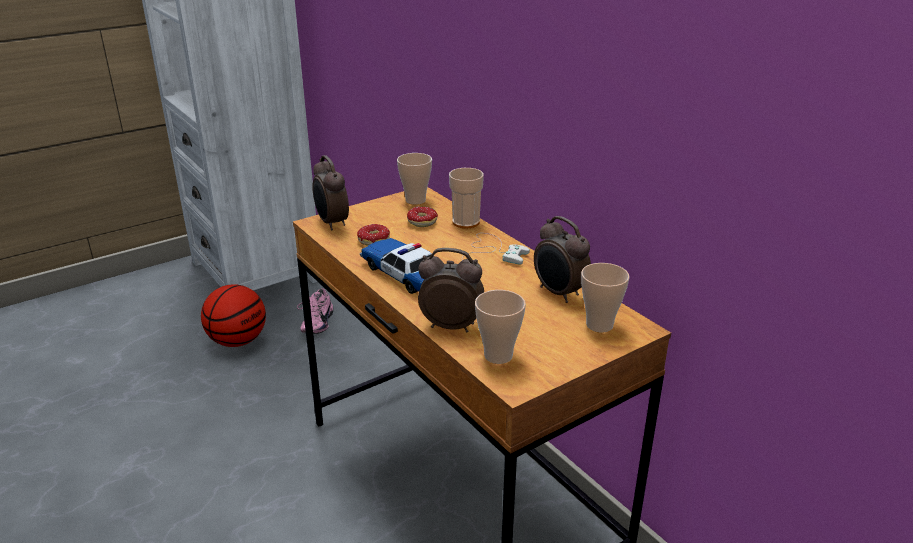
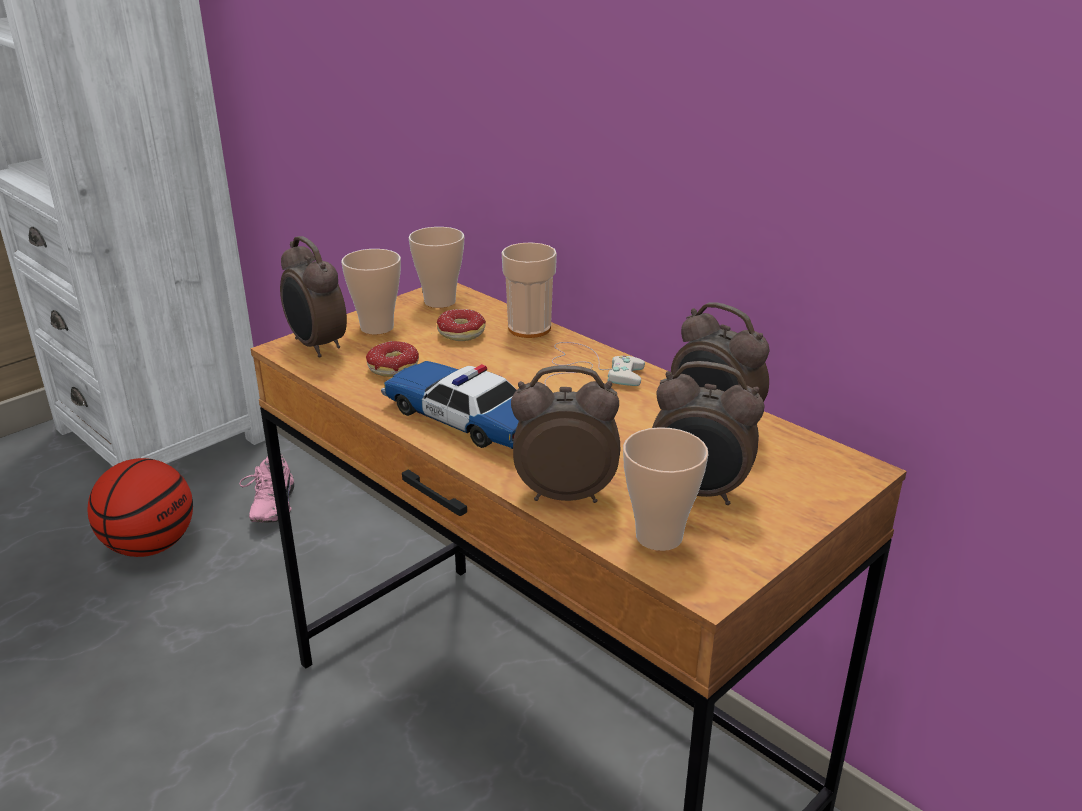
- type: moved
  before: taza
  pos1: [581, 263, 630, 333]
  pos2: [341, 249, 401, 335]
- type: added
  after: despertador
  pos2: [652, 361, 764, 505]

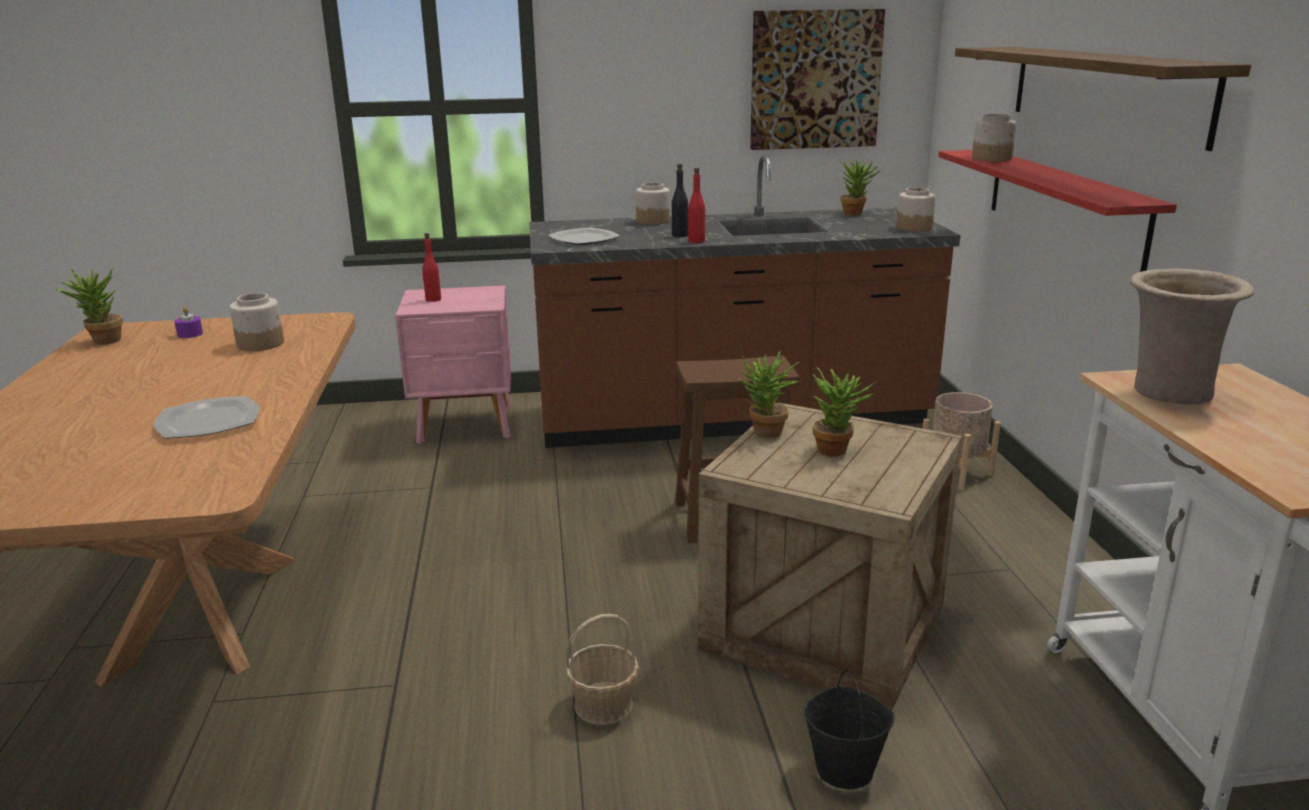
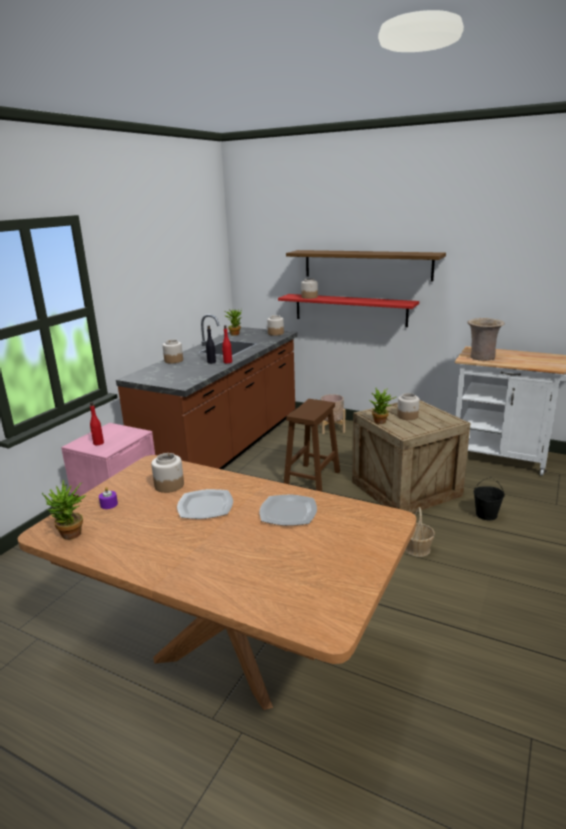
- type: moved
  before: plato
  pos1: [548, 227, 620, 245]
  pos2: [177, 489, 233, 519]
- type: replaced
  before: planta en maceta
  after: tarro
  pos1: [812, 367, 877, 457]
  pos2: [397, 393, 419, 420]
- type: removed
  before: cuadro
  pos1: [750, 9, 885, 150]

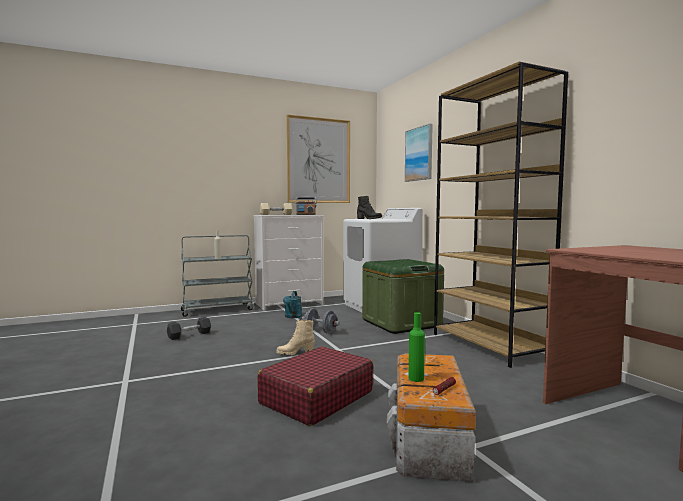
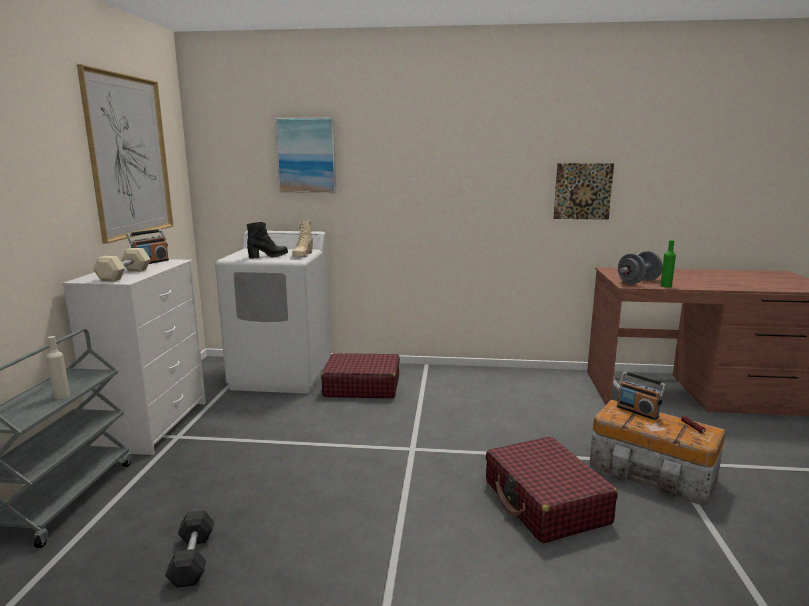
- type: moved
  before: bota [beis]
  pos1: [276, 320, 315, 355]
  pos2: [292, 220, 313, 257]
- type: replaced
  before: caja de almacenaje [verde]
  after: maleta [rojo]
  pos1: [362, 259, 444, 334]
  pos2: [321, 353, 400, 398]
- type: added
  after: cuadro
  pos2: [553, 163, 614, 220]
- type: added
  after: radio
  pos2: [617, 371, 666, 420]
- type: moved
  before: mancuerna [gris]
  pos1: [302, 308, 340, 334]
  pos2: [618, 251, 663, 284]
- type: moved
  before: botella [verde]
  pos1: [408, 312, 425, 382]
  pos2: [660, 240, 676, 288]
- type: removed
  before: regadera [turquesa]
  pos1: [283, 291, 302, 318]
- type: removed
  before: estantería [marrón]
  pos1: [434, 61, 568, 368]

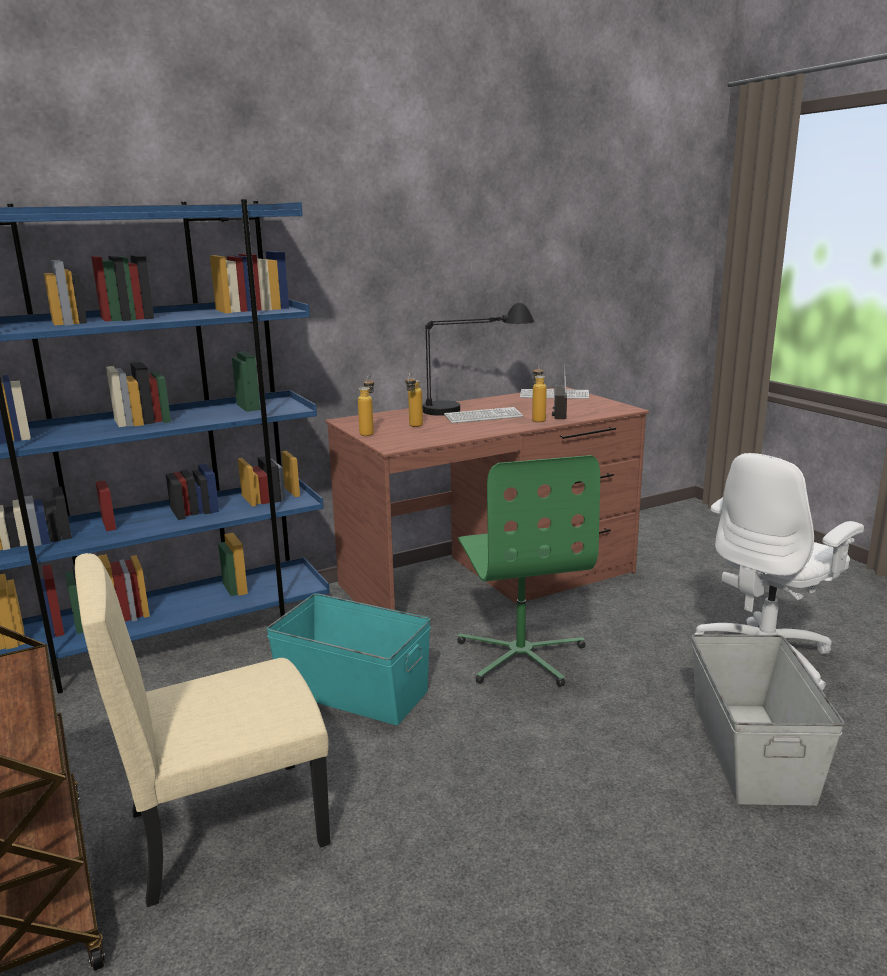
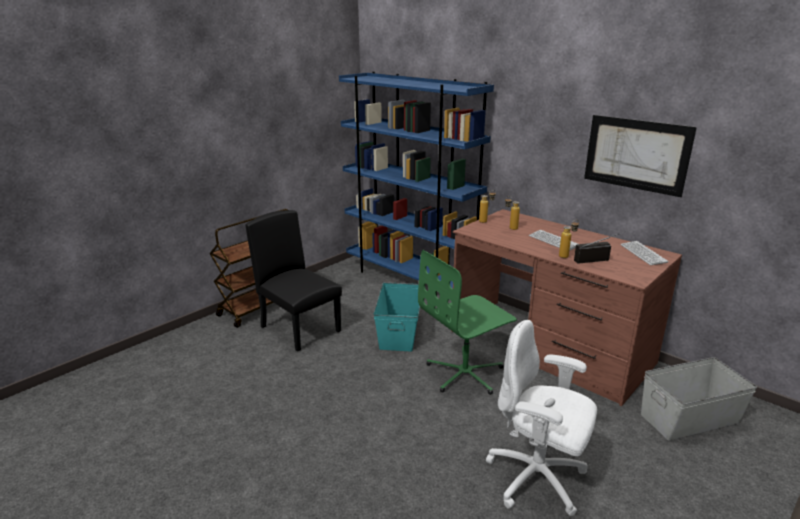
- type: recoloured
  before: silla [beis]
  after: silla [negro]
  pos1: [75, 553, 330, 907]
  pos2: [246, 210, 342, 352]
- type: added
  after: cuadro
  pos2: [584, 115, 697, 197]
- type: moved
  before: caja de almacenaje [gris]
  pos1: [691, 634, 845, 806]
  pos2: [641, 357, 757, 441]
- type: removed
  before: lámpara de mesa [negro]
  pos1: [423, 302, 534, 416]

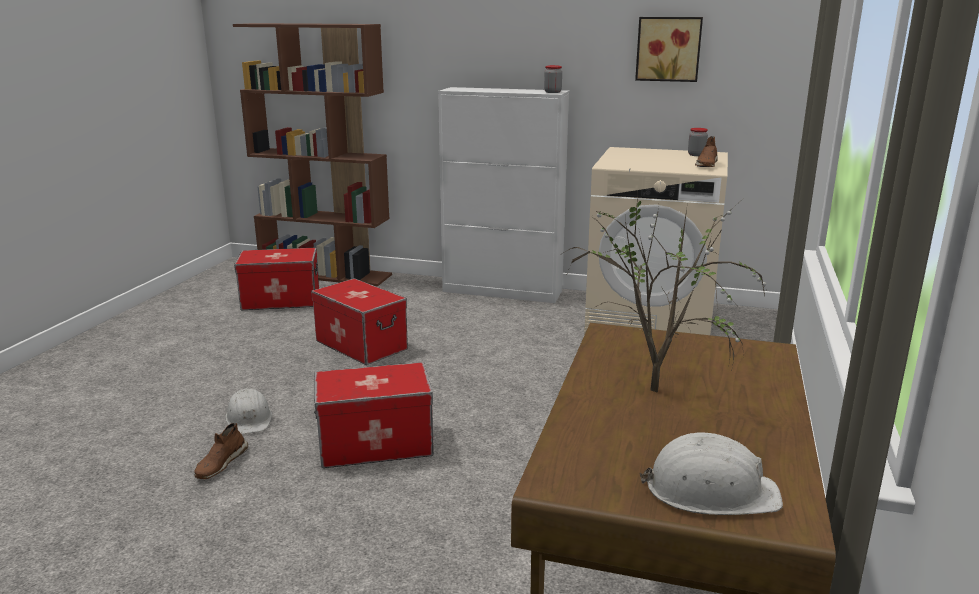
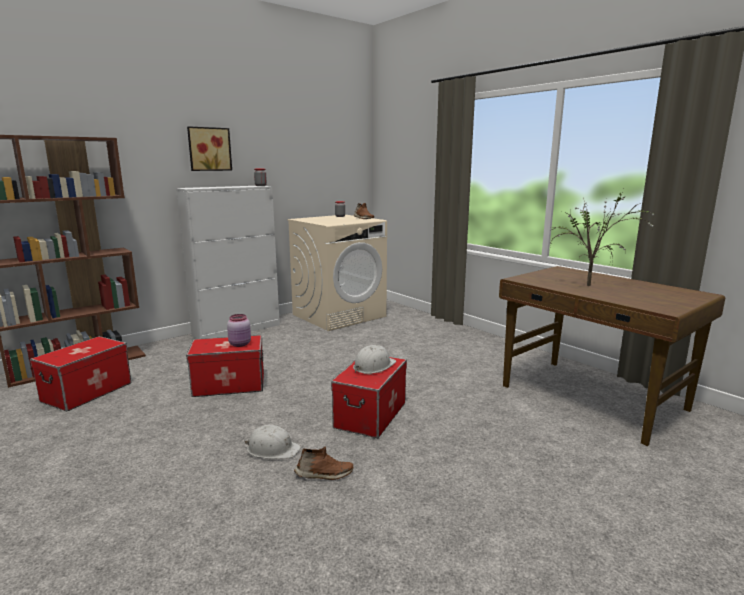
- type: moved
  before: cuadro
  pos1: [635, 17, 703, 82]
  pos2: [187, 126, 232, 171]
- type: added
  after: tarro [rosa]
  pos2: [227, 314, 251, 347]
- type: turned
  before: zapato [marrón]
  pos1: [194, 423, 248, 479]
  pos2: [294, 446, 353, 480]
  turn: -60
- type: moved
  before: casco [blanco]
  pos1: [640, 432, 783, 515]
  pos2: [353, 345, 396, 374]

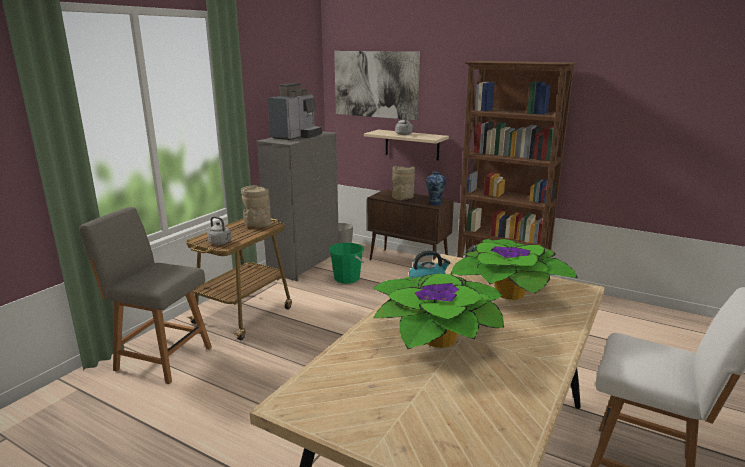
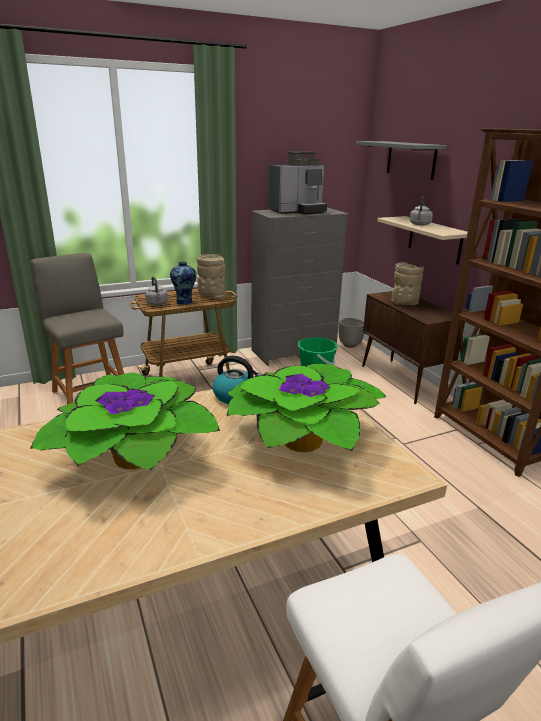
- type: moved
  before: florero
  pos1: [425, 171, 446, 205]
  pos2: [170, 261, 197, 305]
- type: replaced
  before: cuadro
  after: estante [gris]
  pos1: [334, 51, 420, 120]
  pos2: [356, 141, 447, 180]

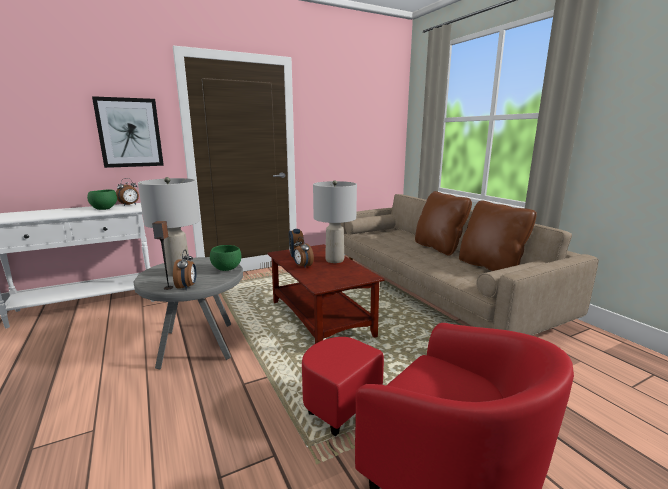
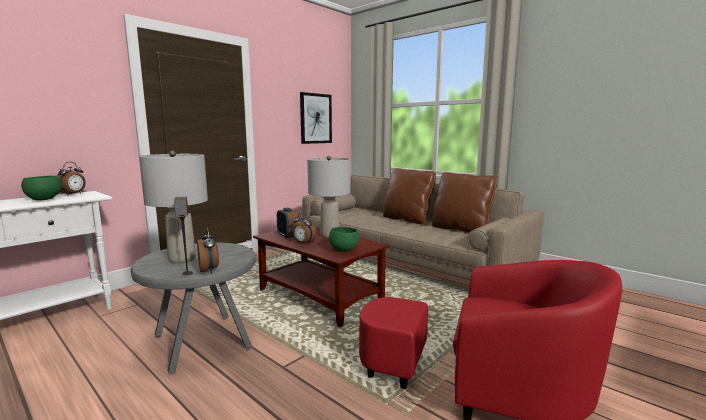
- type: moved
  before: cuadro
  pos1: [92, 96, 164, 168]
  pos2: [300, 92, 332, 144]
- type: moved
  before: cuenco [verde]
  pos1: [210, 245, 241, 271]
  pos2: [329, 227, 359, 252]

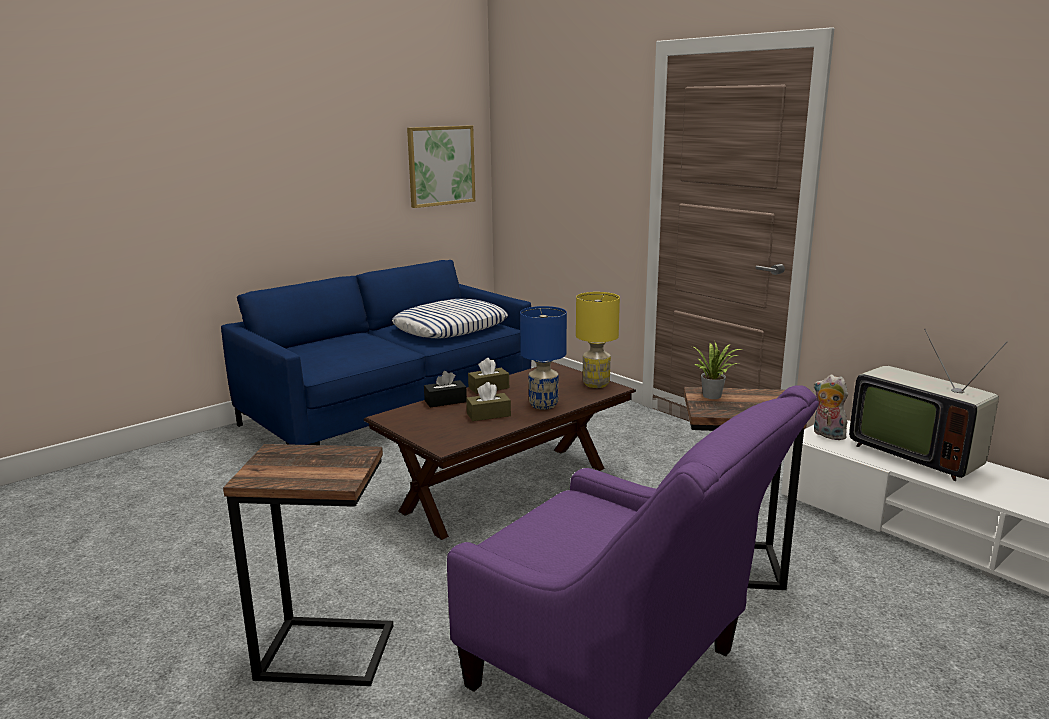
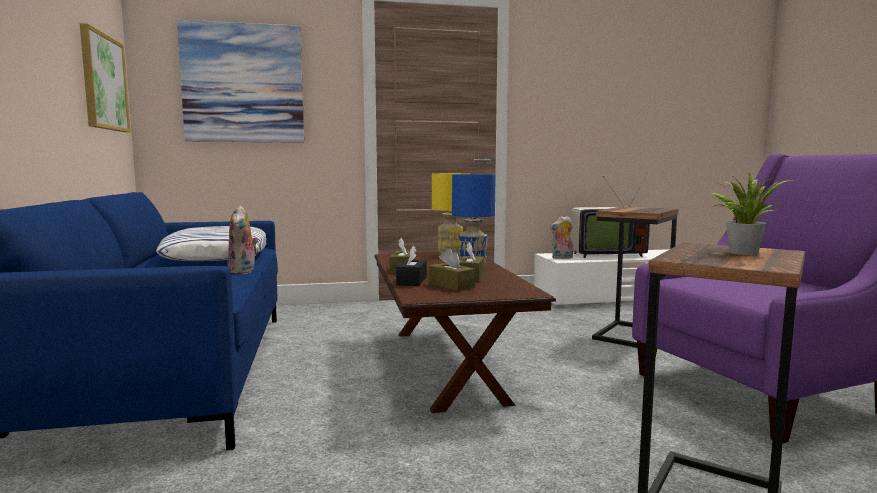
- type: added
  after: cuadro
  pos2: [177, 20, 304, 143]
- type: added
  after: peluche
  pos2: [228, 205, 258, 274]
- type: added
  after: caja de pañuelos [marrón]
  pos2: [429, 249, 475, 291]
- type: moved
  before: planta en maceta
  pos1: [692, 341, 742, 399]
  pos2: [710, 173, 793, 255]

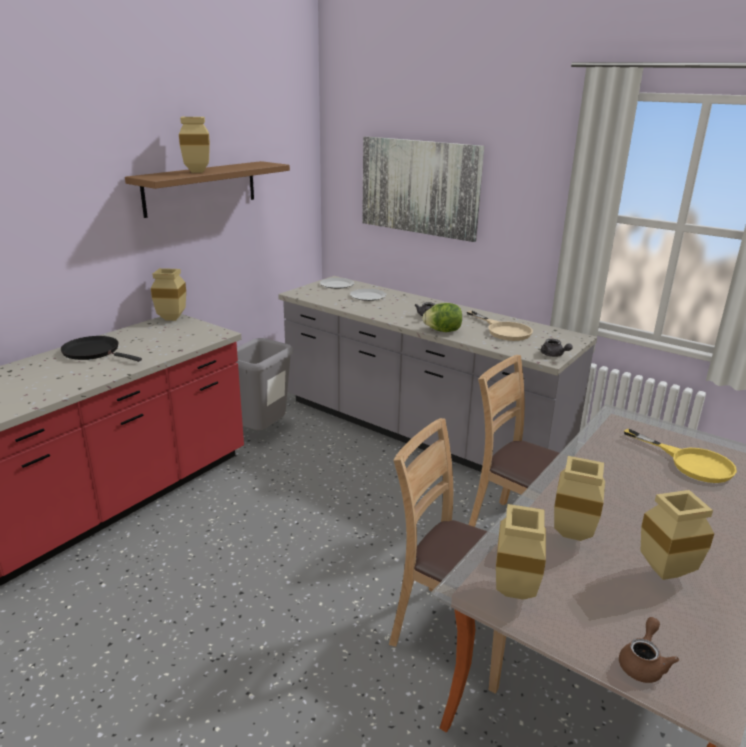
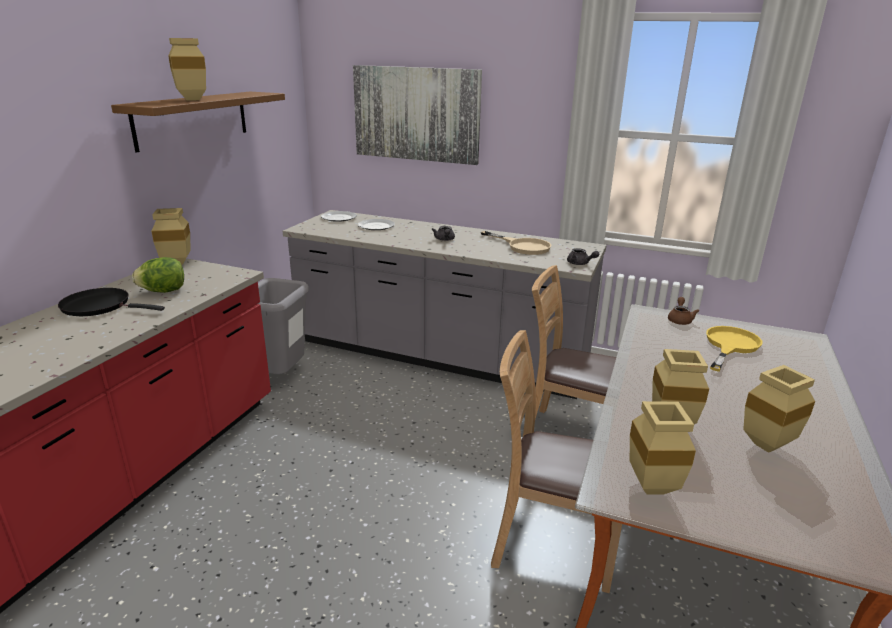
- type: moved
  before: lechuga
  pos1: [423, 303, 462, 332]
  pos2: [132, 257, 184, 293]
- type: moved
  before: tetera [marrón]
  pos1: [619, 617, 679, 683]
  pos2: [668, 297, 699, 325]
- type: turned
  before: sartén [amarillo]
  pos1: [624, 429, 737, 483]
  pos2: [706, 326, 762, 372]
  turn: -90

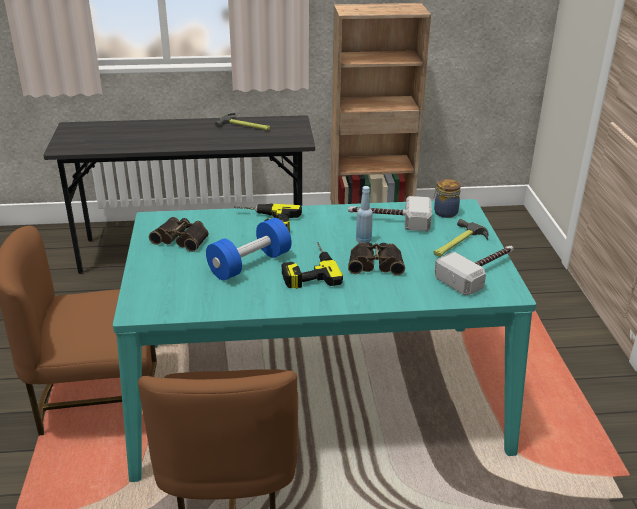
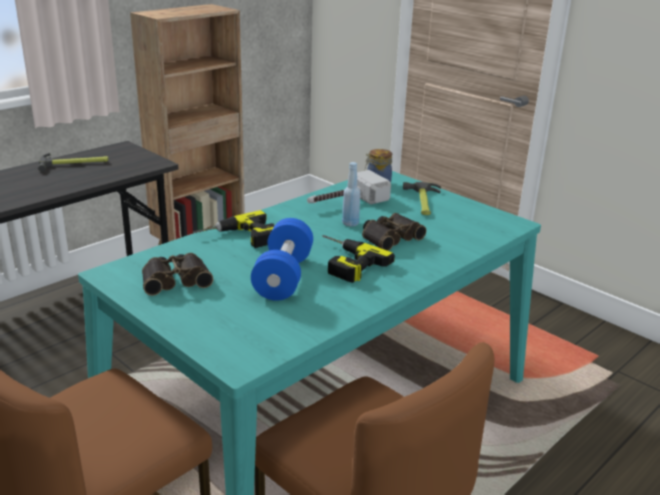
- type: removed
  before: martillo
  pos1: [435, 246, 513, 296]

